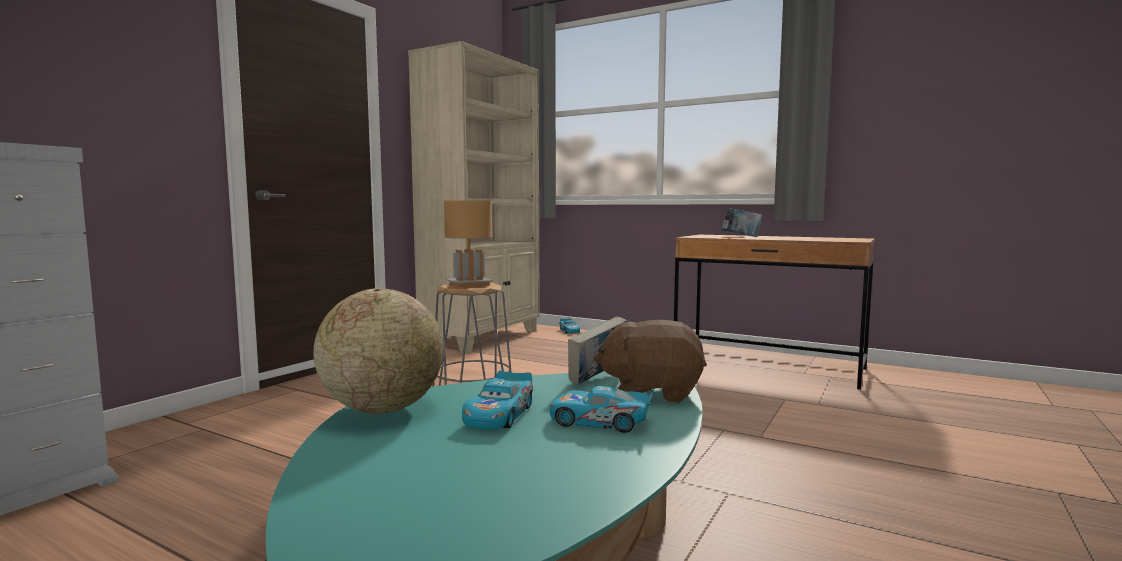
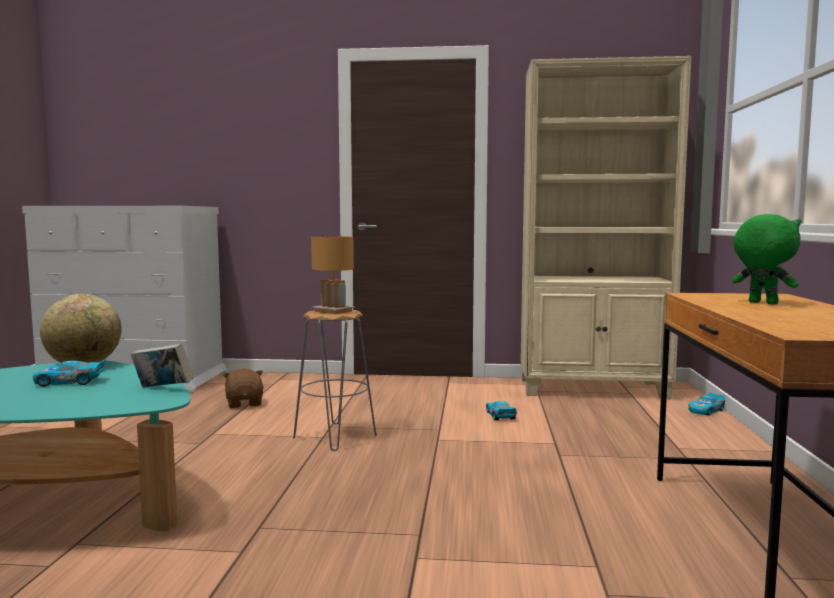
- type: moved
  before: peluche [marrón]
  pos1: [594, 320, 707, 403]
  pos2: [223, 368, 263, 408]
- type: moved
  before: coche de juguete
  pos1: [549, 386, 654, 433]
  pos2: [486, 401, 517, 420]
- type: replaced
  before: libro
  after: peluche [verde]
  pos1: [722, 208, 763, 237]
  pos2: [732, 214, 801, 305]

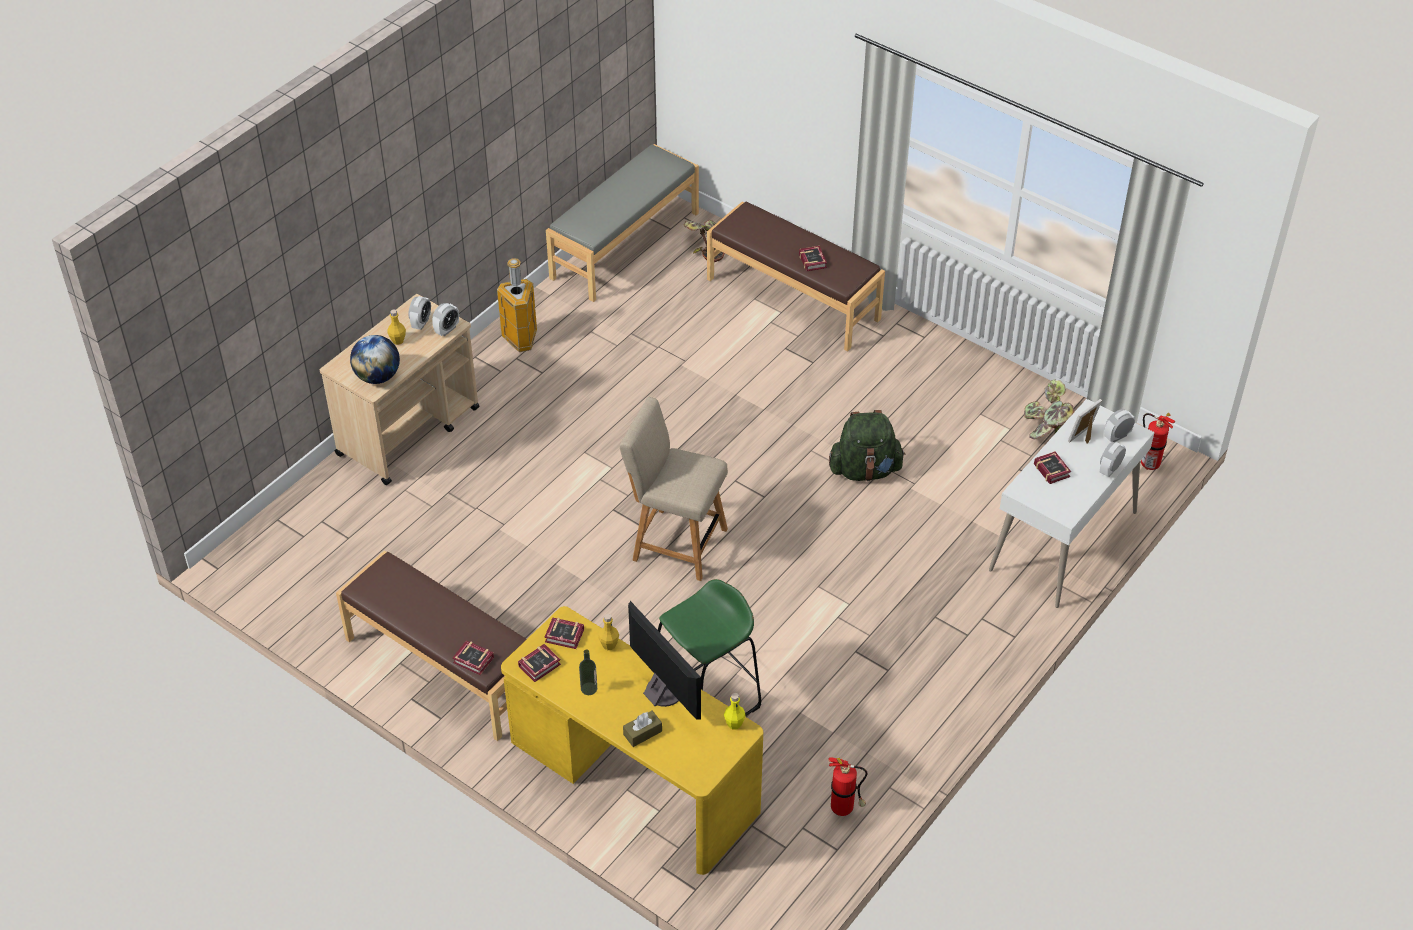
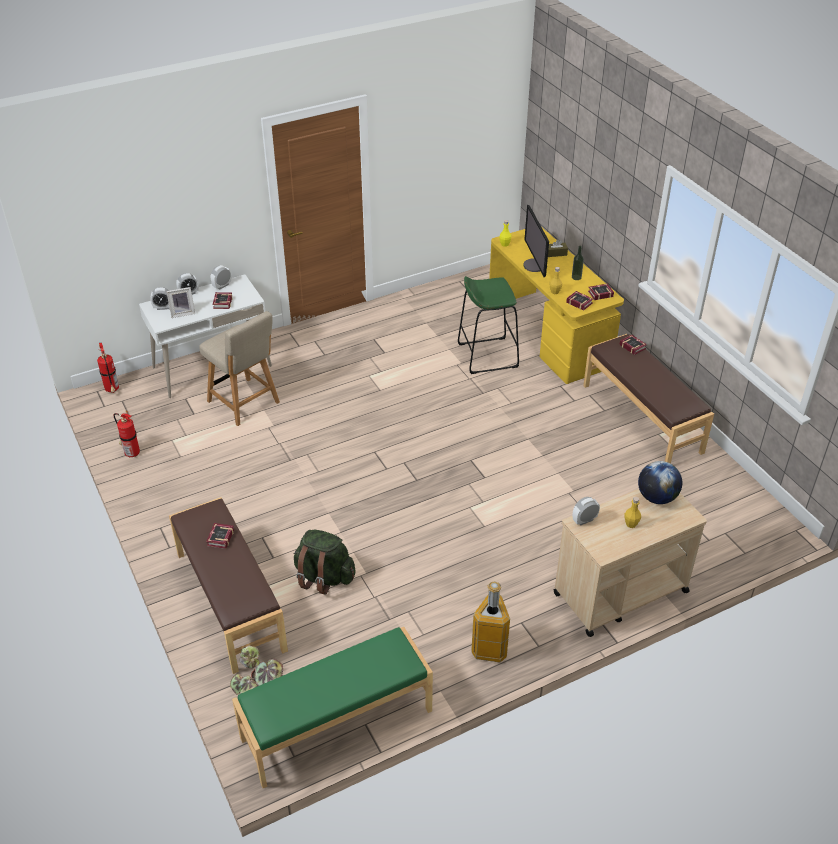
- type: moved
  before: extintor
  pos1: [828, 757, 867, 816]
  pos2: [113, 411, 140, 458]
- type: moved
  before: silla [beis]
  pos1: [620, 397, 728, 581]
  pos2: [199, 311, 280, 426]
- type: moved
  before: despertador
  pos1: [409, 296, 431, 330]
  pos2: [211, 265, 231, 290]
- type: recoloured
  before: banco [gris]
  after: banco [verde]
  pos1: [546, 144, 699, 302]
  pos2: [232, 627, 433, 788]
- type: moved
  before: mochila [verde]
  pos1: [829, 410, 906, 481]
  pos2: [294, 530, 355, 595]
- type: removed
  before: planta en maceta
  pos1: [1024, 379, 1074, 439]

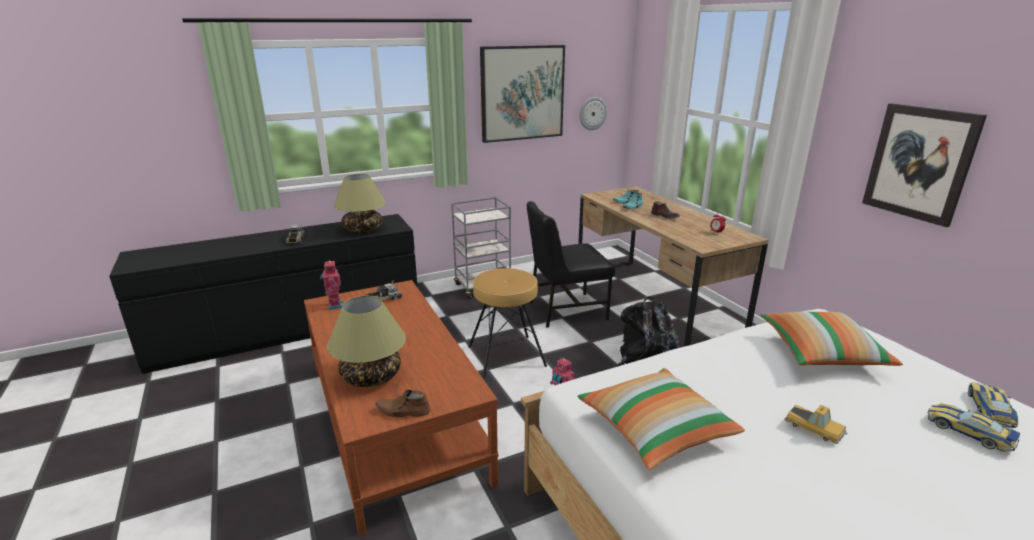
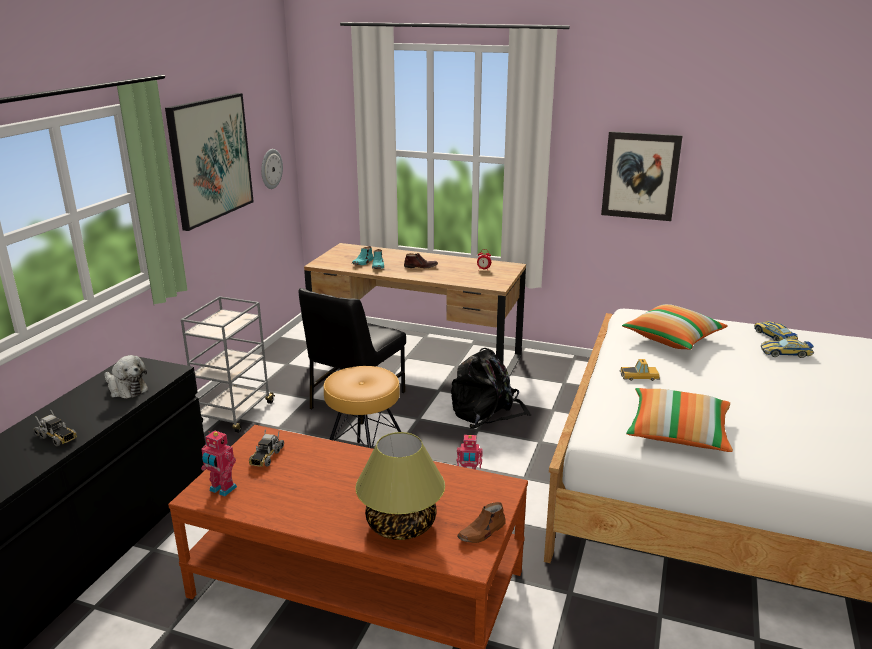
- type: replaced
  before: lámpara de mesa
  after: peluche
  pos1: [334, 174, 386, 233]
  pos2: [104, 355, 148, 398]
- type: moved
  before: coche de juguete
  pos1: [784, 405, 847, 444]
  pos2: [620, 359, 660, 381]

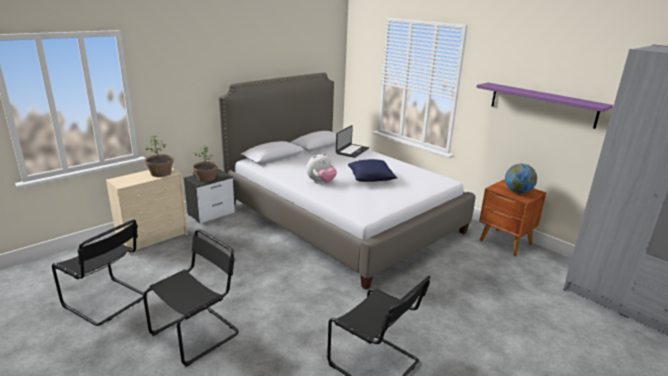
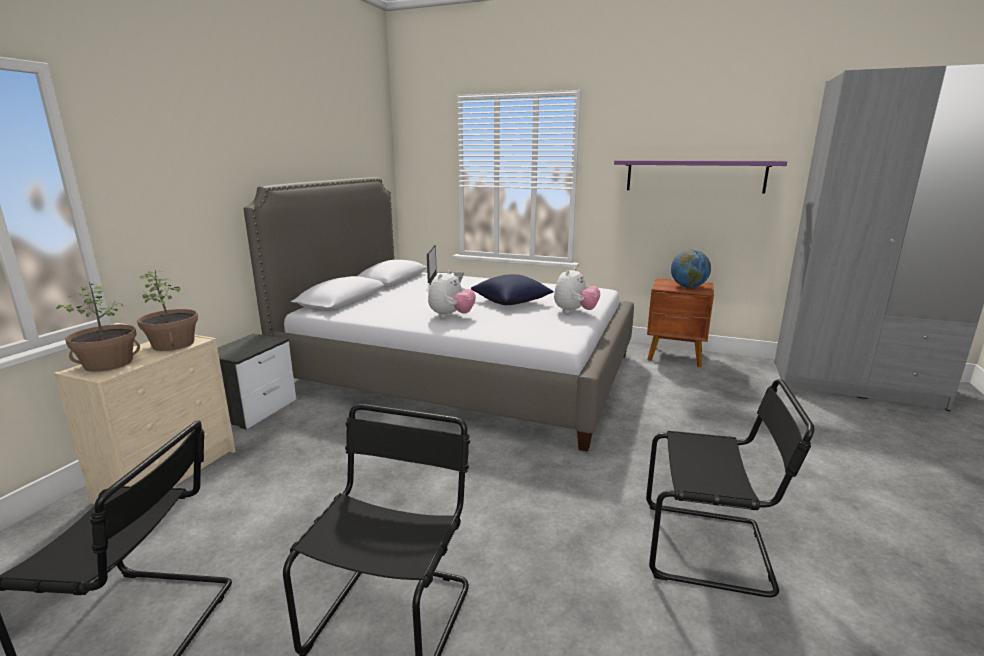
- type: moved
  before: planta en maceta
  pos1: [192, 146, 219, 182]
  pos2: [56, 282, 140, 372]
- type: added
  after: peluche
  pos2: [554, 267, 600, 314]

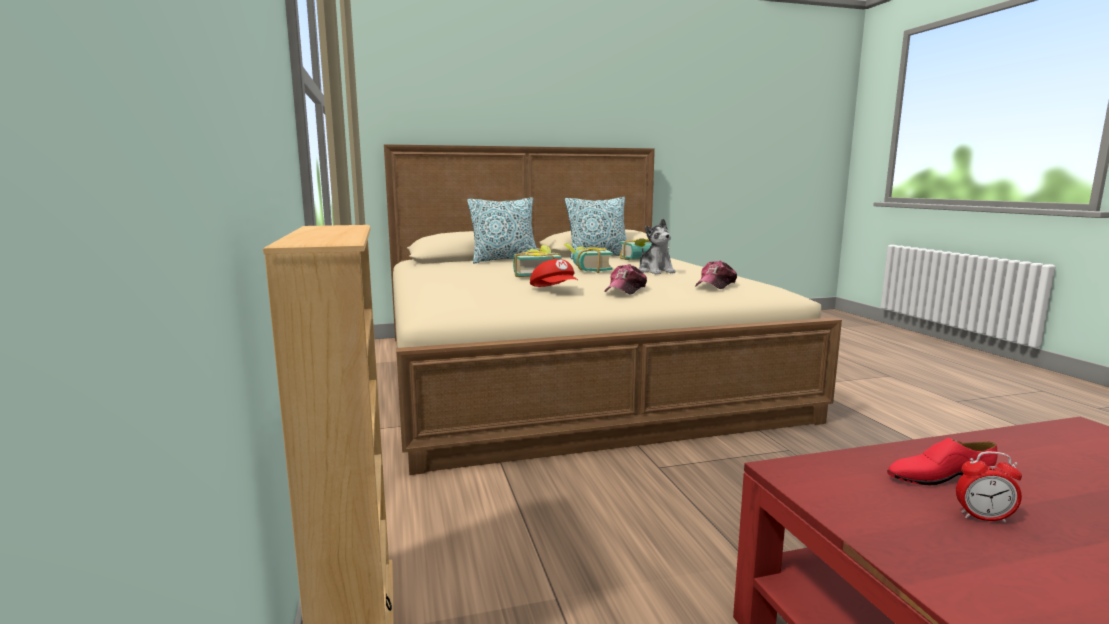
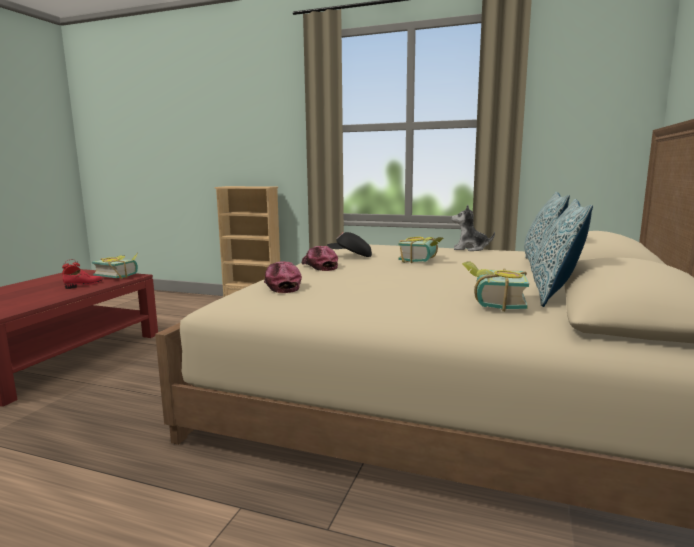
- type: moved
  before: libro
  pos1: [564, 243, 613, 273]
  pos2: [92, 253, 138, 279]
- type: recoloured
  before: gorra [rojo]
  after: gorra [negro]
  pos1: [530, 259, 578, 287]
  pos2: [327, 232, 372, 257]
- type: moved
  before: peluche
  pos1: [639, 219, 676, 274]
  pos2: [451, 205, 495, 251]

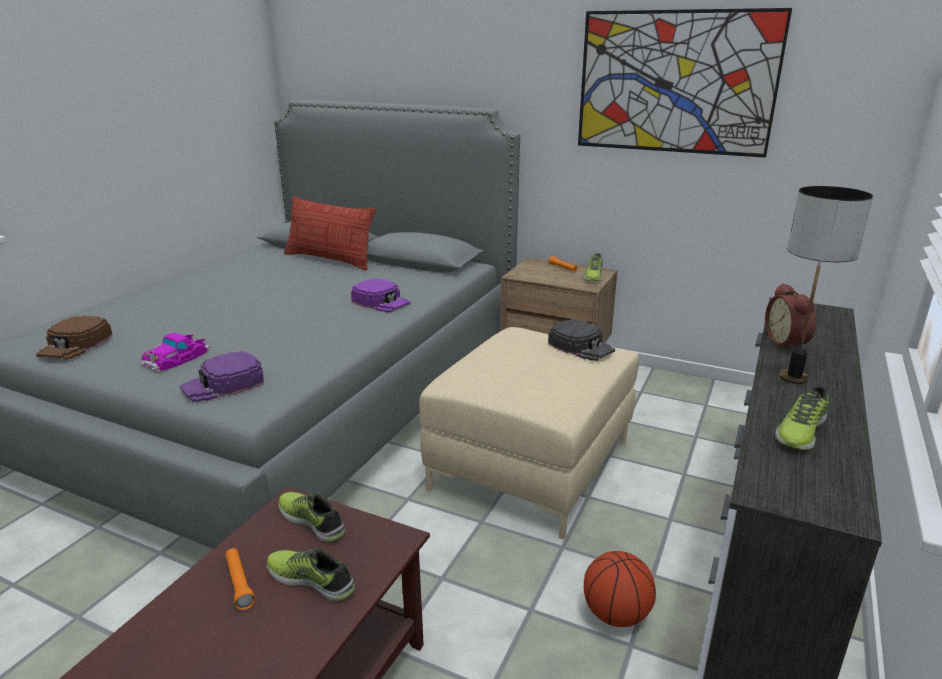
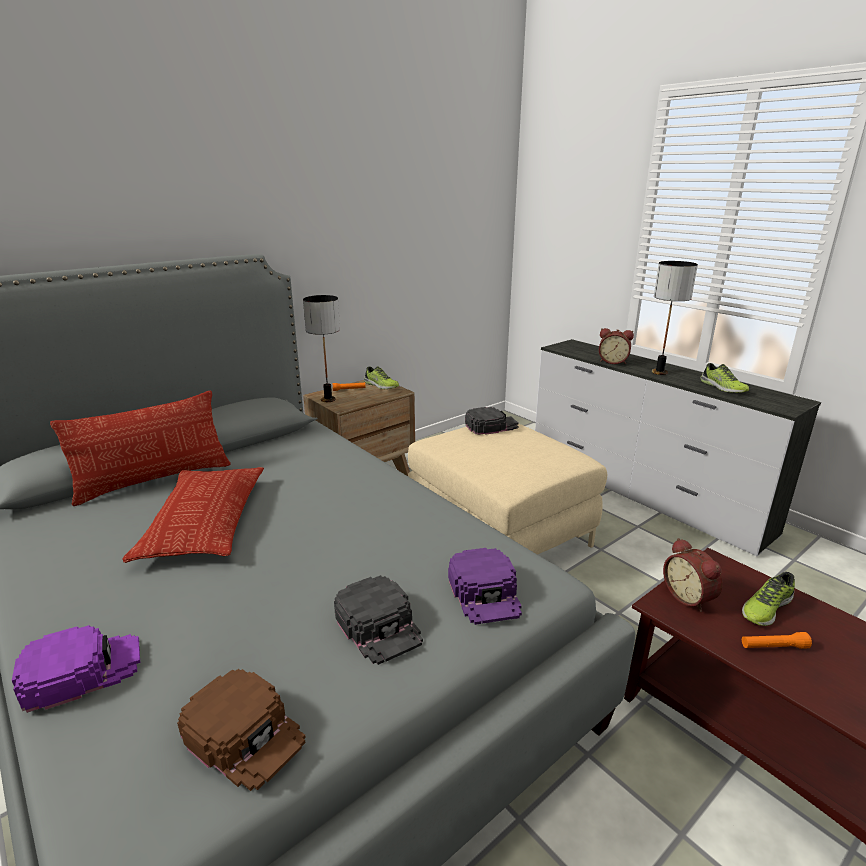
- type: moved
  before: gorra [morado]
  pos1: [351, 279, 411, 313]
  pos2: [12, 625, 140, 713]
- type: added
  after: cojín
  pos2: [122, 467, 264, 563]
- type: added
  after: lámpara de mesa
  pos2: [303, 295, 340, 402]
- type: replaced
  before: coche de juguete
  after: gorra [negro]
  pos1: [140, 333, 211, 372]
  pos2: [334, 575, 423, 665]
- type: replaced
  before: zapato
  after: despertador
  pos1: [278, 492, 345, 543]
  pos2: [663, 538, 723, 612]
- type: removed
  before: cuadro
  pos1: [578, 8, 792, 158]
- type: removed
  before: balón de baloncesto
  pos1: [584, 551, 656, 627]

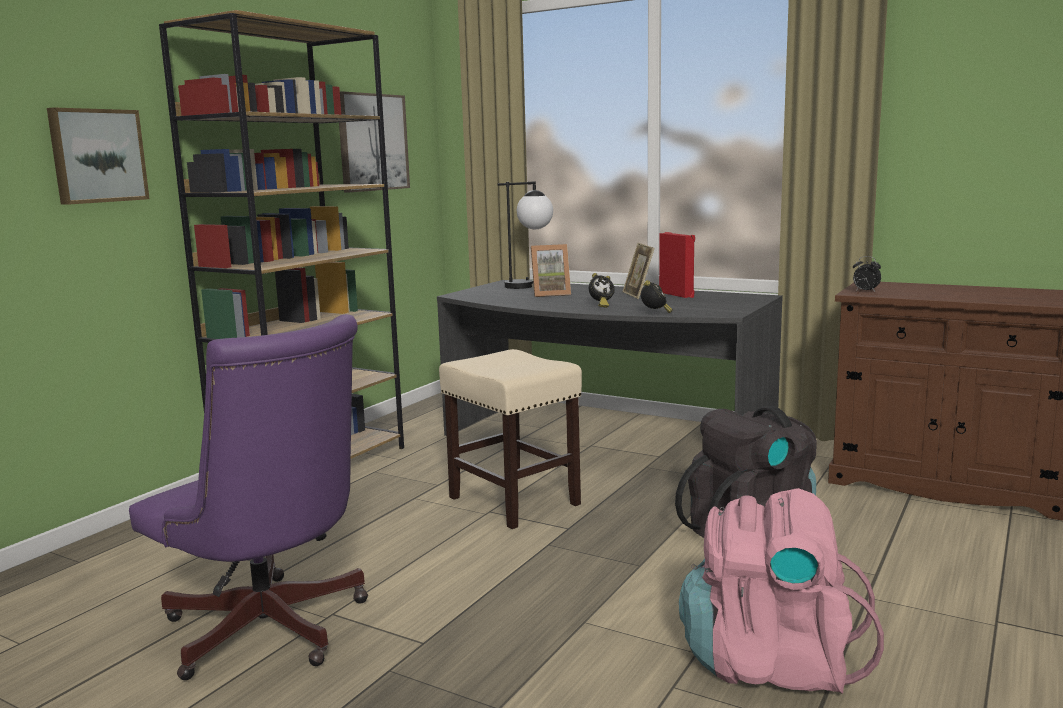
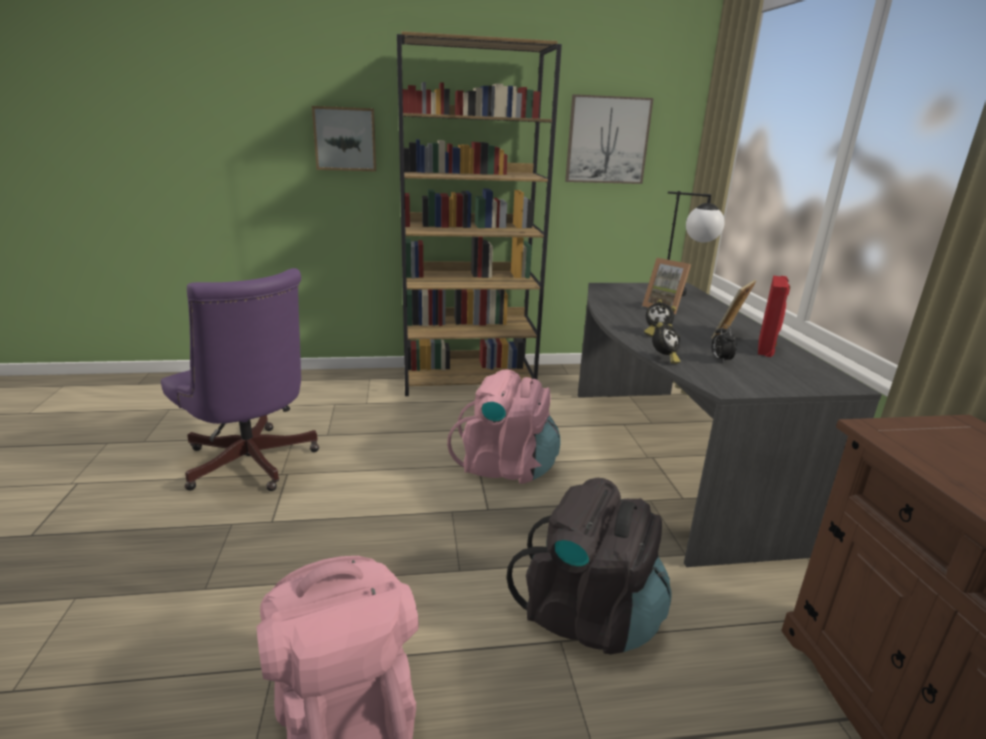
- type: turned
  before: silla de oficina [morado]
  pos1: [129, 314, 368, 680]
  pos2: [161, 268, 319, 491]
  turn: -45
- type: replaced
  before: taburete [beis]
  after: mochila [rosa]
  pos1: [439, 349, 582, 529]
  pos2: [447, 369, 561, 484]
- type: moved
  before: despertador
  pos1: [853, 256, 881, 292]
  pos2: [711, 324, 737, 362]

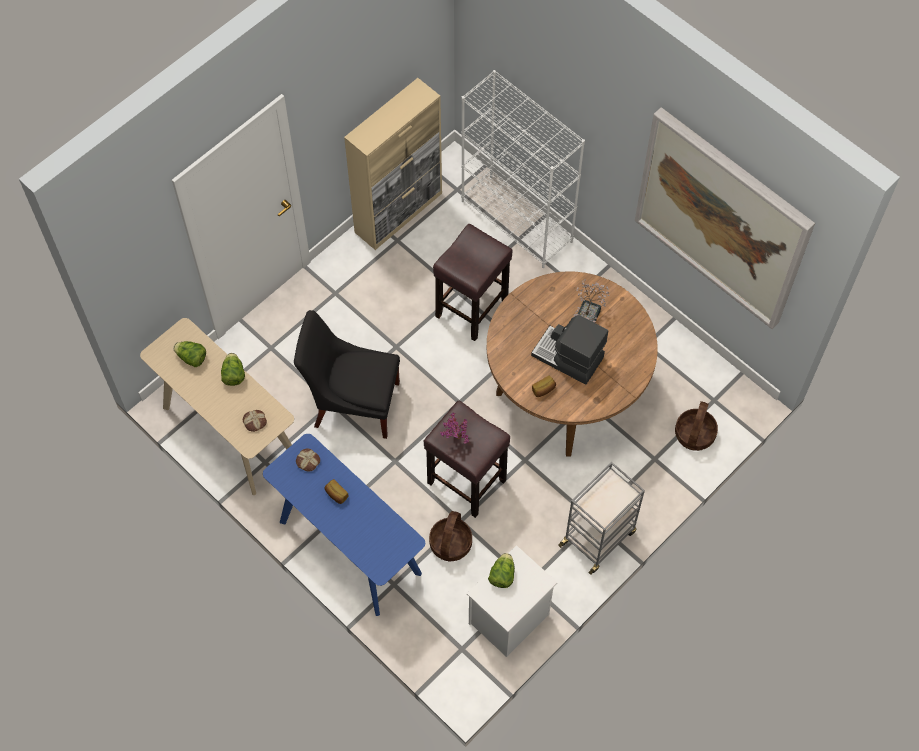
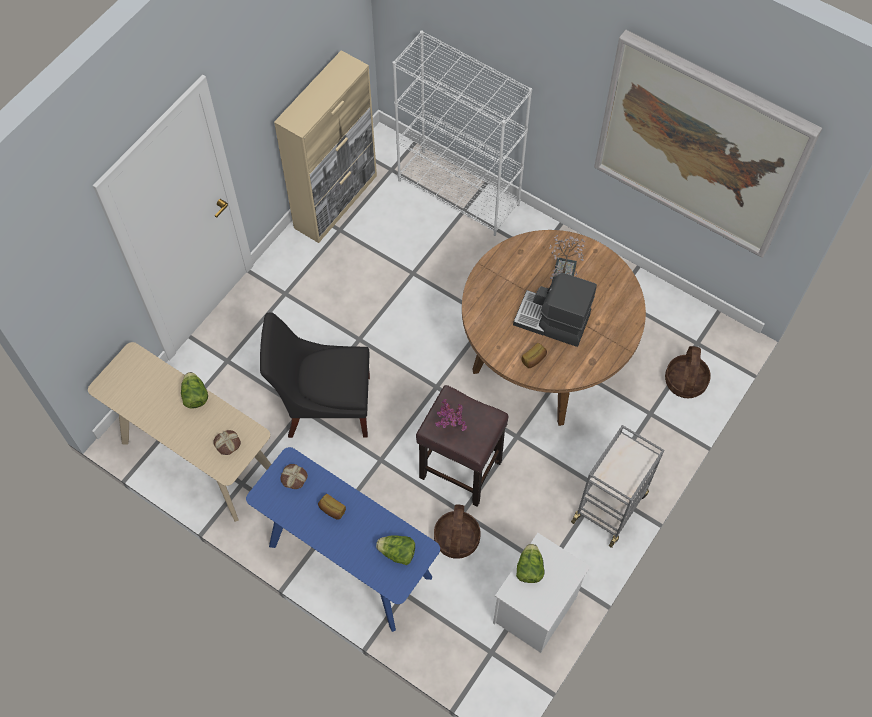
- type: moved
  before: lechuga
  pos1: [173, 341, 206, 367]
  pos2: [376, 535, 415, 565]
- type: removed
  before: taburete [marrón]
  pos1: [433, 224, 513, 341]

